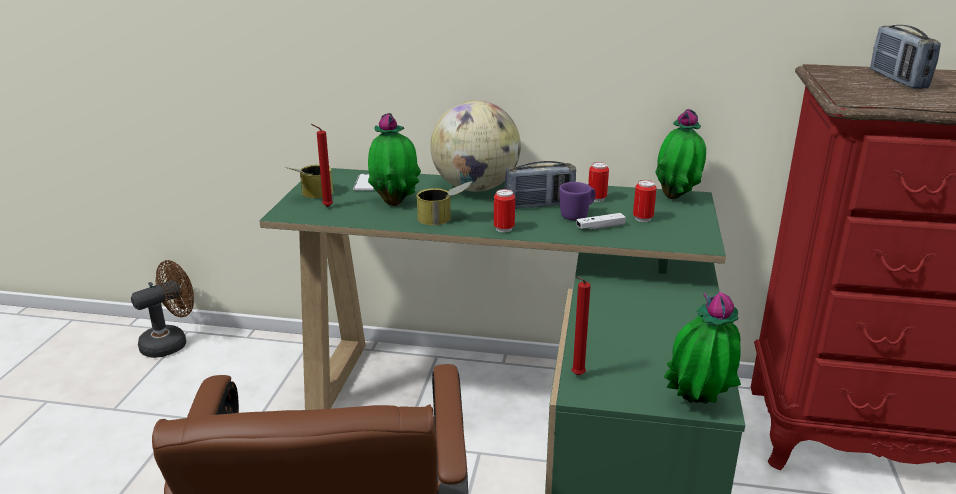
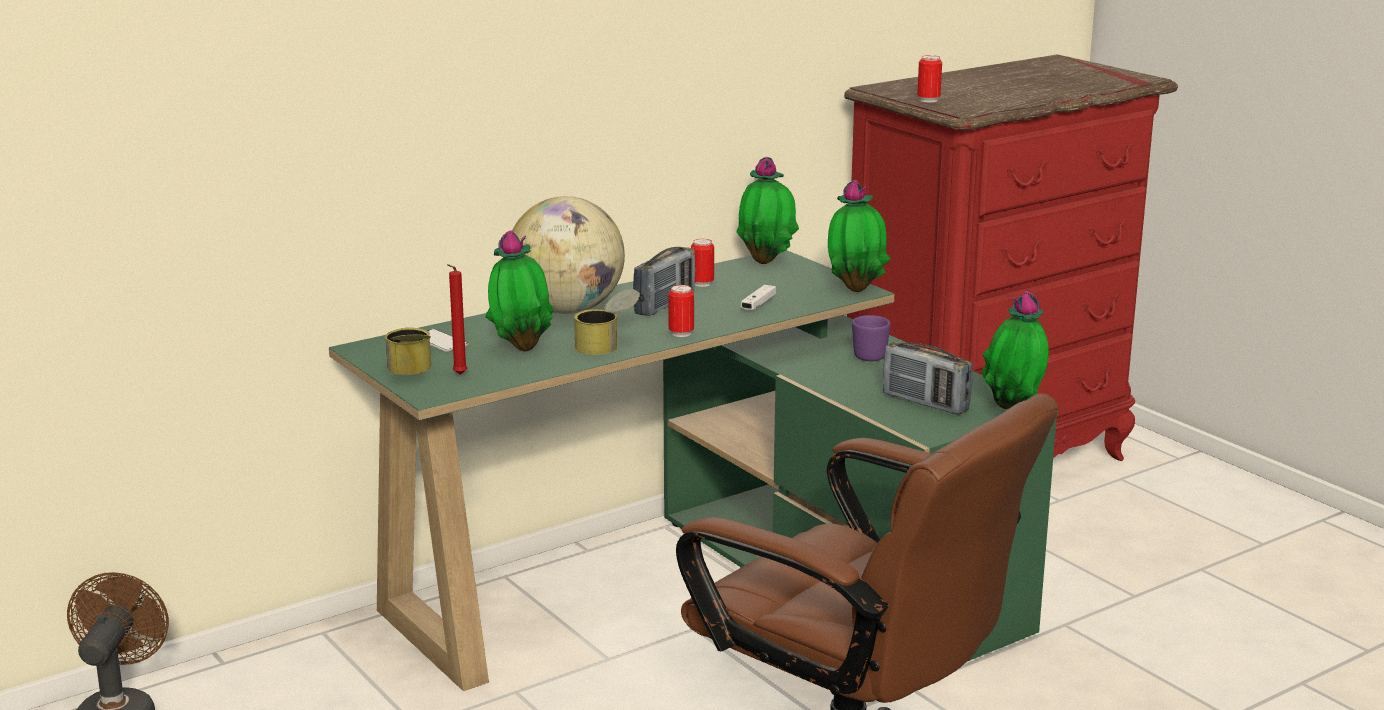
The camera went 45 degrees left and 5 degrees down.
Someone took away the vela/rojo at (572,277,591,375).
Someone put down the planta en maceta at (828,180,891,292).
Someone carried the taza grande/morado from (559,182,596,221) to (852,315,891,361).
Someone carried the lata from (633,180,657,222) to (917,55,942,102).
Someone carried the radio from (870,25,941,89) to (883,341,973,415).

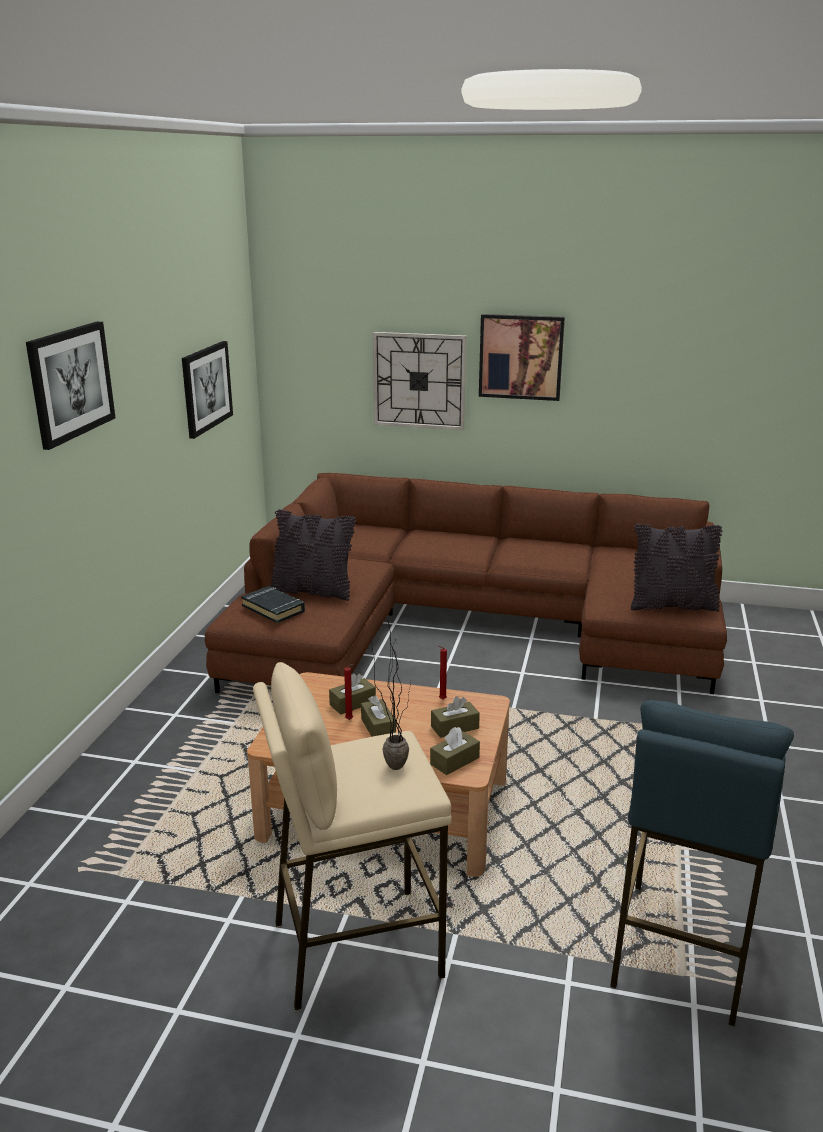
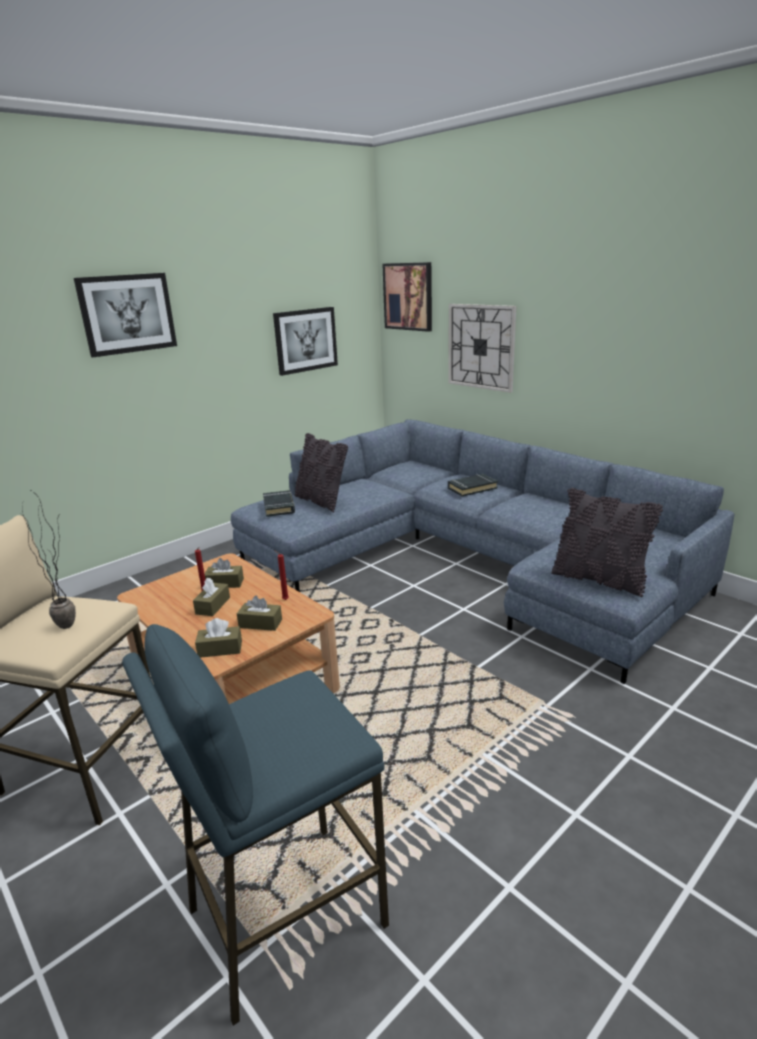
The camera went 35 degrees right and 0 degrees up.
Someone put down the libro/negro at (448,474,498,496).
Someone carried the cuadro from (479,314,565,401) to (382,262,432,332).
Someone repainted the sofá/marrón at (205,473,727,694), which became the sofá/azul at (231,419,734,684).

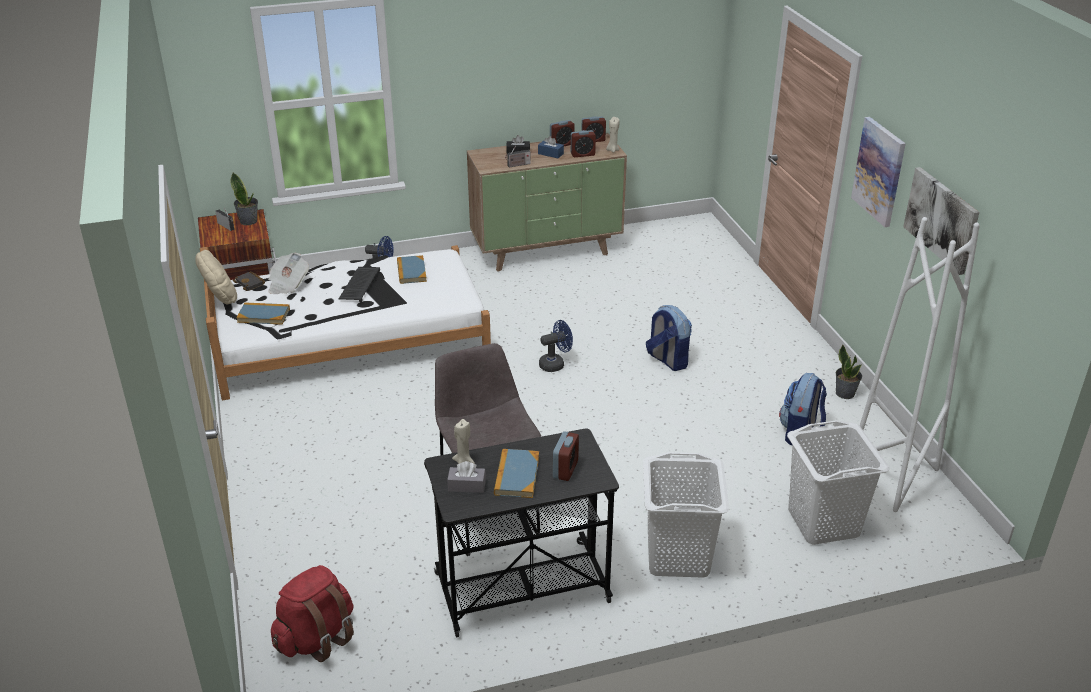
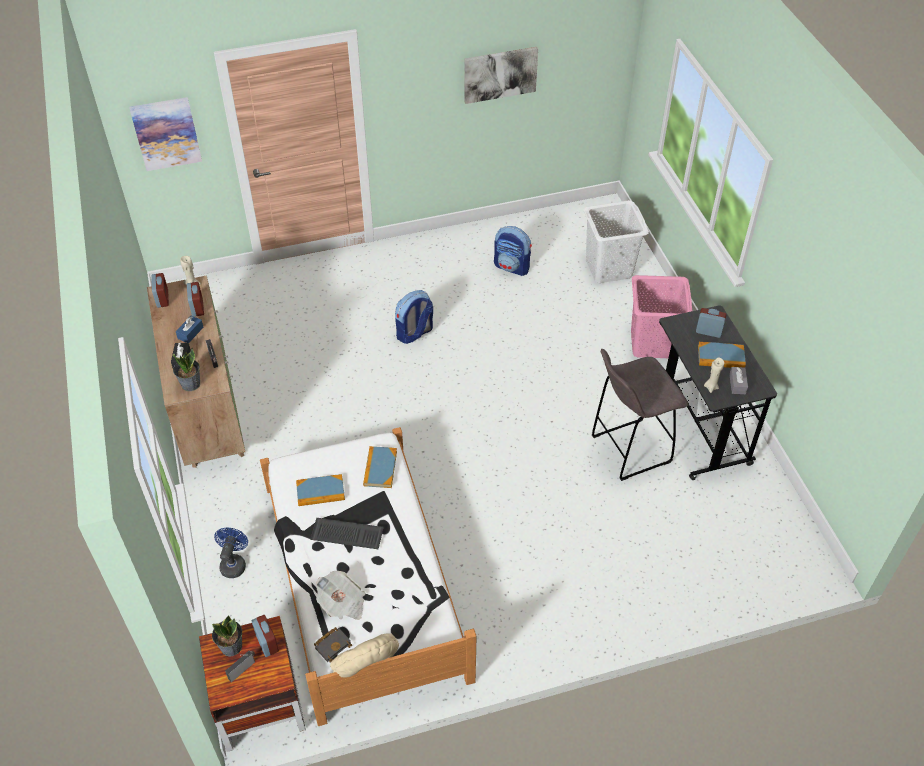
The camera went 90 degrees left and 15 degrees up.
Someone took away the mochila/rojo at (271,565,354,662).
Someone took away the ventilador/azul at (539,320,573,372).
Someone took away the perchero/blanco at (860,217,980,512).
Someone carried the libro from (236,303,290,325) to (363,446,397,488).
Someone carried the despertador from (550,120,575,146) to (252,615,279,657).
Someone carried the planta en maceta from (836,344,862,399) to (173,347,200,391).
Someone carried the cuadro from (851,117,906,227) to (129,97,202,171).
Someone repainted the cesto de la ropa/blanco at (643,452,729,578), which became the cesto de la ropa/rosa at (631,275,692,358).

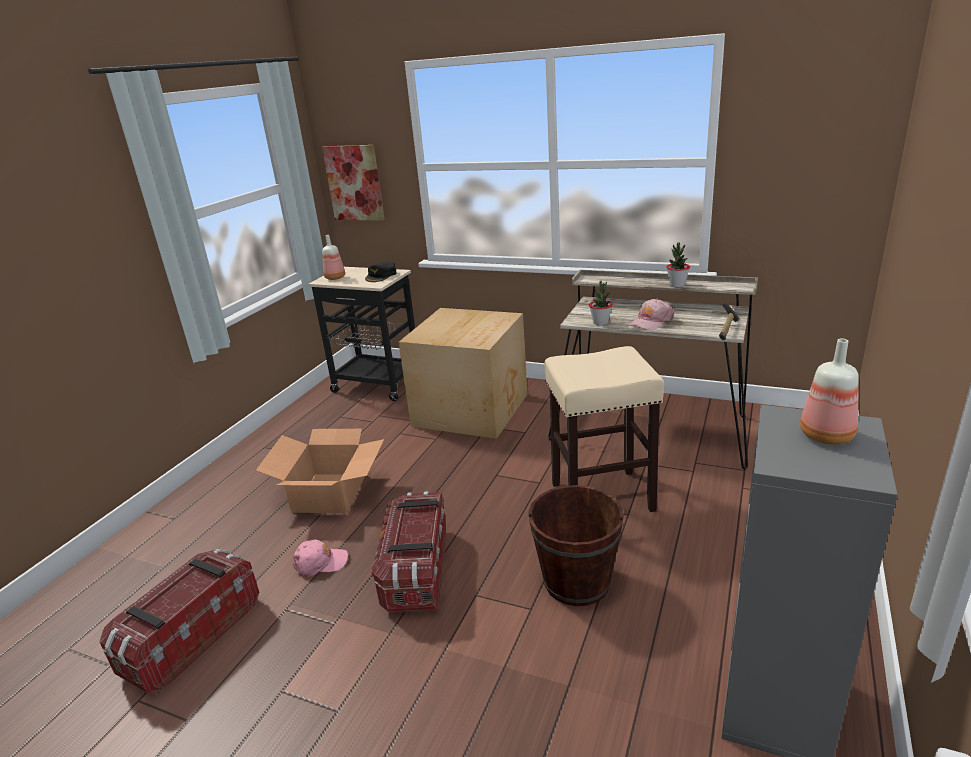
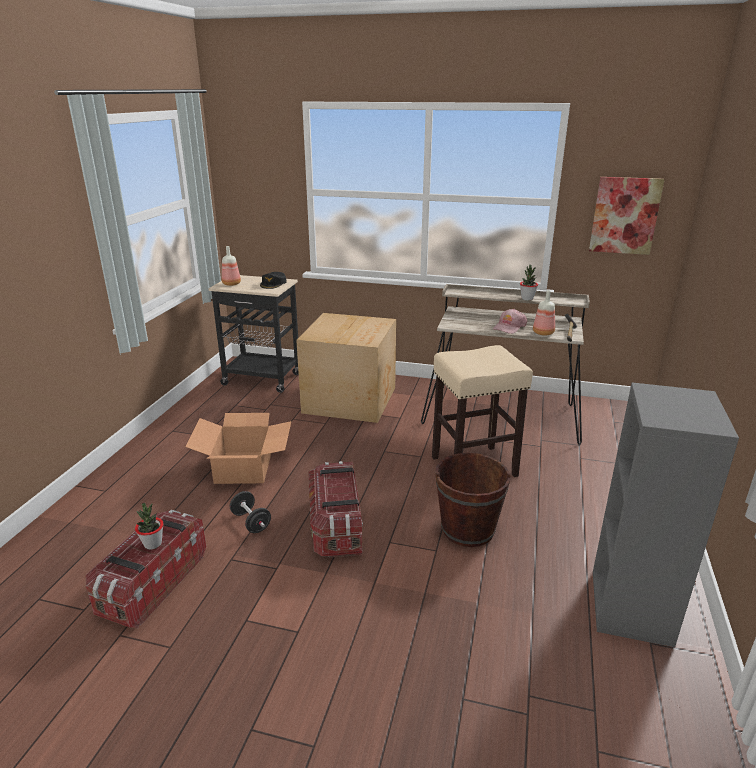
The camera went 10 degrees left and 0 degrees up.
Someone carried the cuadro from (322,145,385,221) to (589,177,665,255).
Someone carried the planta en maceta from (589,281,613,326) to (135,503,164,550).
Someone carried the botella from (800,339,859,445) to (533,290,555,336).
Someone swapped the gorra/rosa at (293,540,348,576) for the mancuerna/negro at (230,491,271,533).

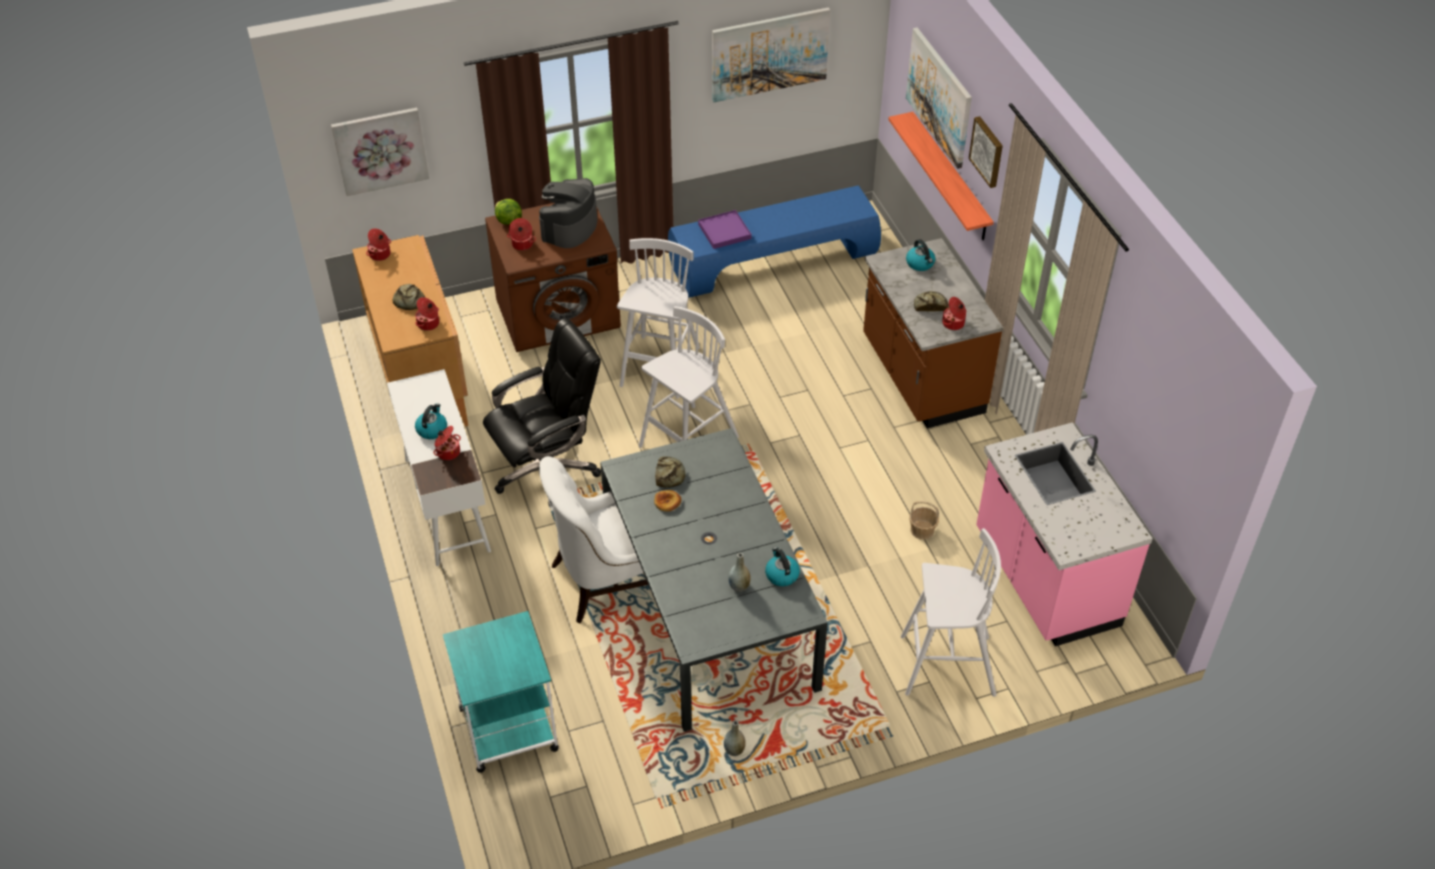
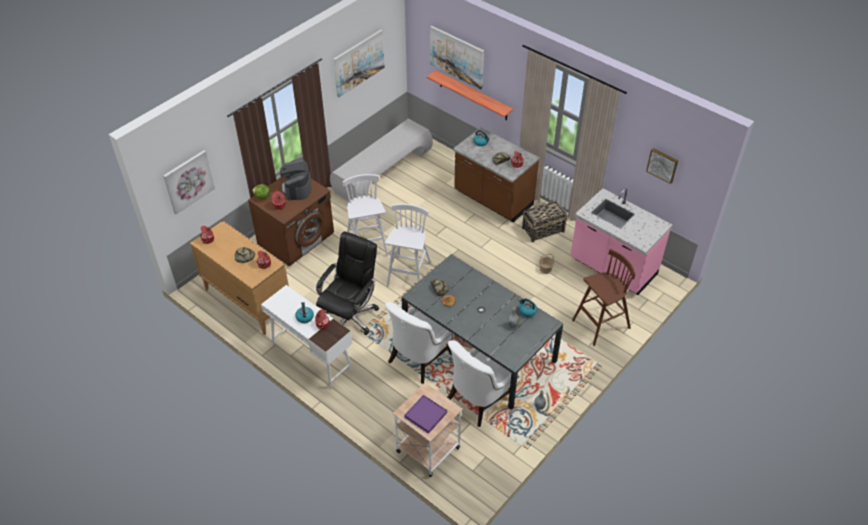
The camera went 30 degrees left and 0 degrees up.
Someone put down the silla/blanco at (447,340,512,427).
Someone put down the cesta at (522,201,568,242).
Someone carried the bandeja/morado from (698,210,751,249) to (405,395,447,434).
Someone carried the cuadro from (969,116,1003,188) to (646,148,678,184).
Someone repainted the carrito/turquesa at (442,611,559,773), which became the carrito/beis at (393,382,463,477).
Someone repainted the banco/azul at (668,186,881,298), which became the banco/gris at (330,119,433,201).
Someone repainted the taburete/blanco at (901,528,1001,697), which became the taburete/marrón at (572,249,635,346).

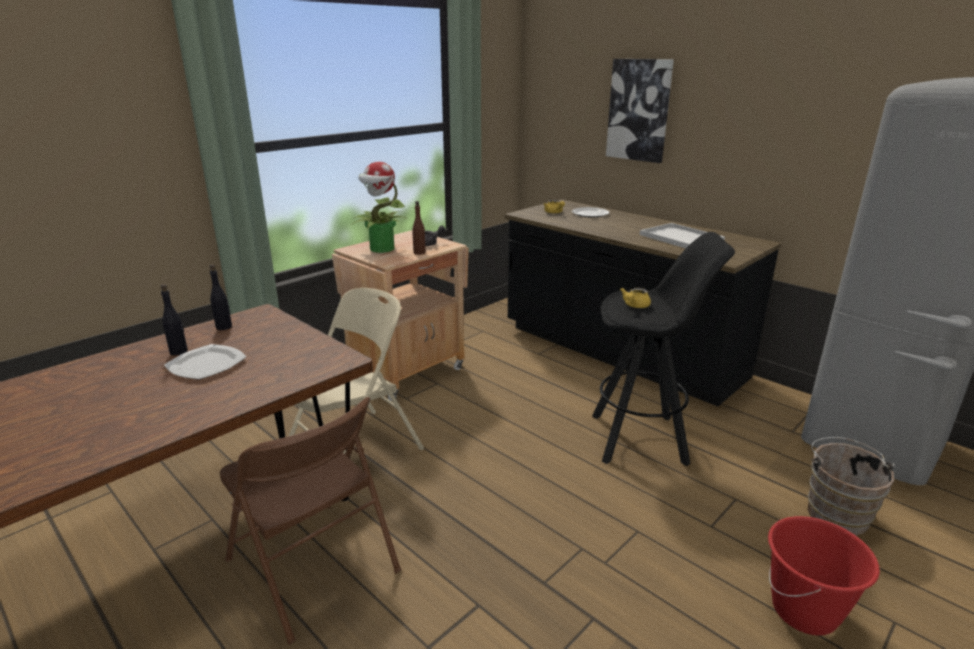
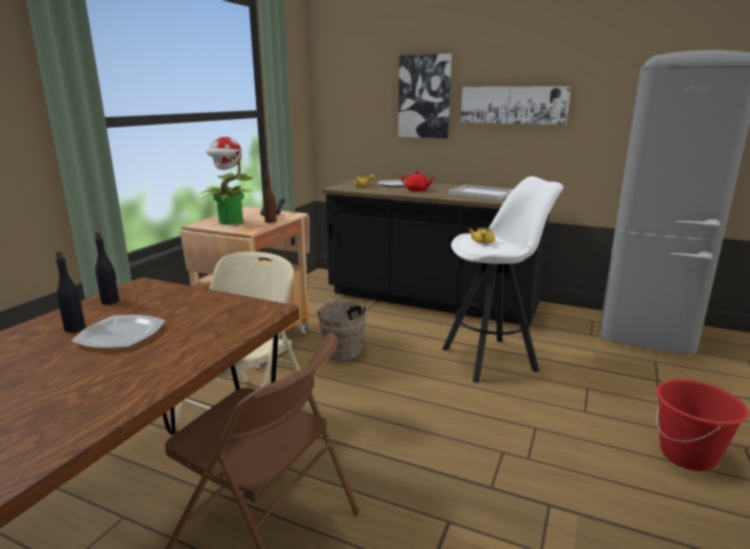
The camera went 20 degrees left and 5 degrees down.
Someone put down the tetera/rojo at (401,171,435,191).
Someone put up the cuadro at (461,86,571,125).
Someone carried the cubo/marrón from (808,437,895,535) to (315,298,368,360).
Someone repainted the taburete/negro at (592,232,735,466), which became the taburete/blanco at (442,176,564,383).

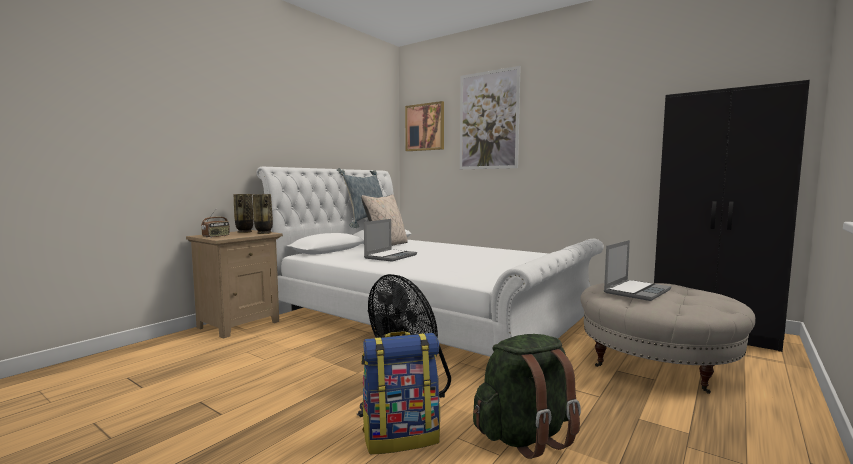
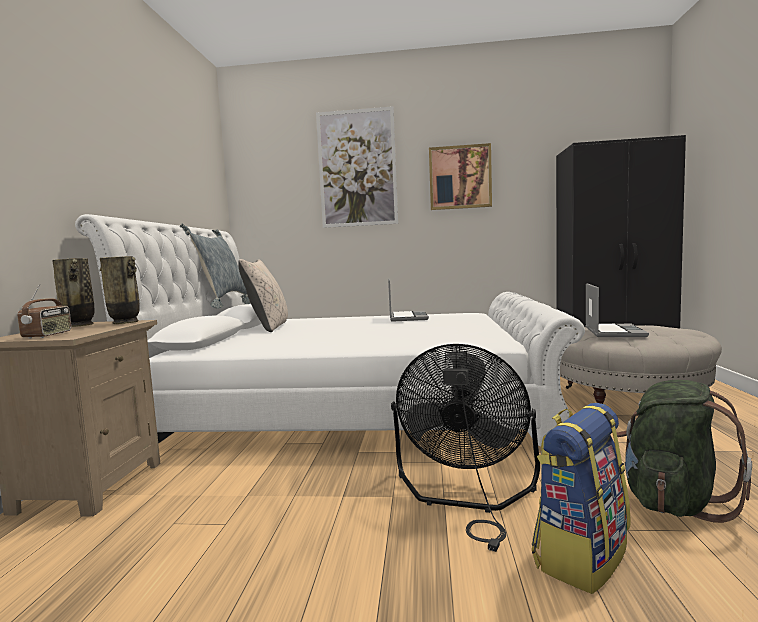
The camera went 30 degrees left and 0 degrees up.
Someone carried the portátil from (364,219,417,262) to (388,278,429,322).
Someone carried the cuadro from (405,101,444,151) to (429,143,492,210).

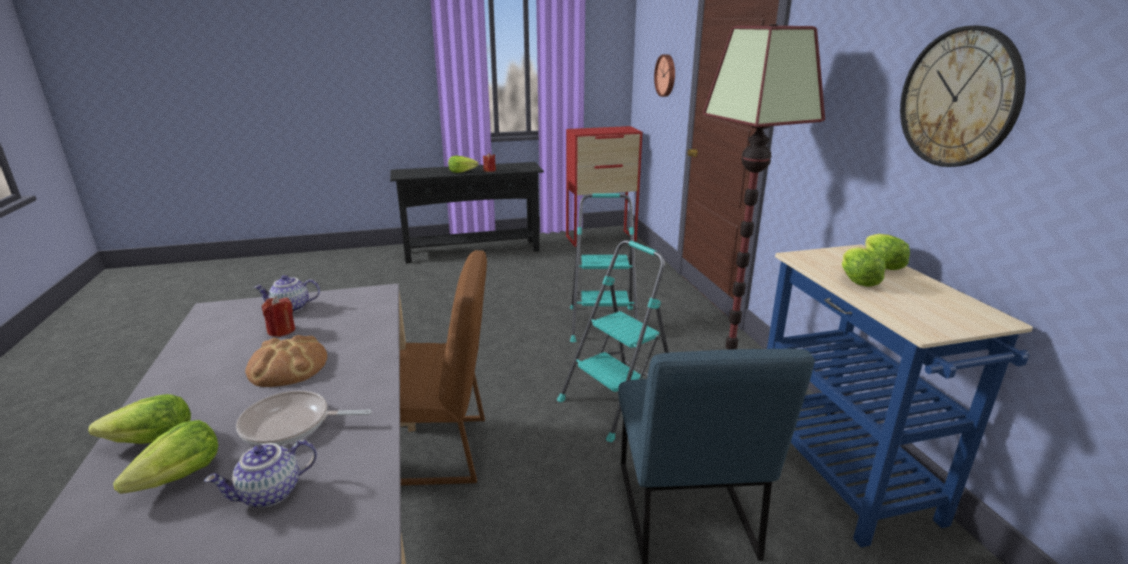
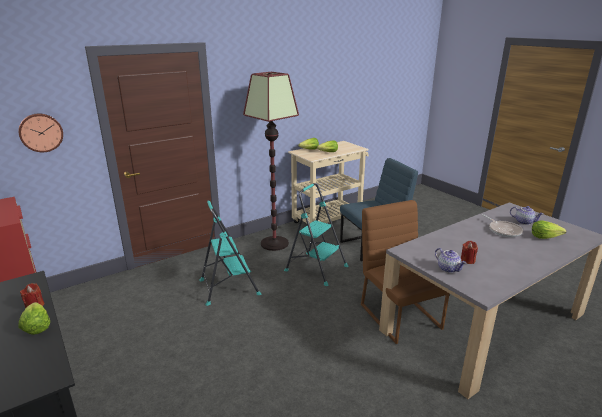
The camera went 110 degrees left and 0 degrees up.
Someone took away the lechuga at (88,394,191,444).
Someone took away the pan at (245,335,327,387).
Someone took away the reloj de pared at (900,26,1026,167).
Someone repainted the carrito/azul at (767,245,1033,548), which became the carrito/beis at (288,141,369,224).

